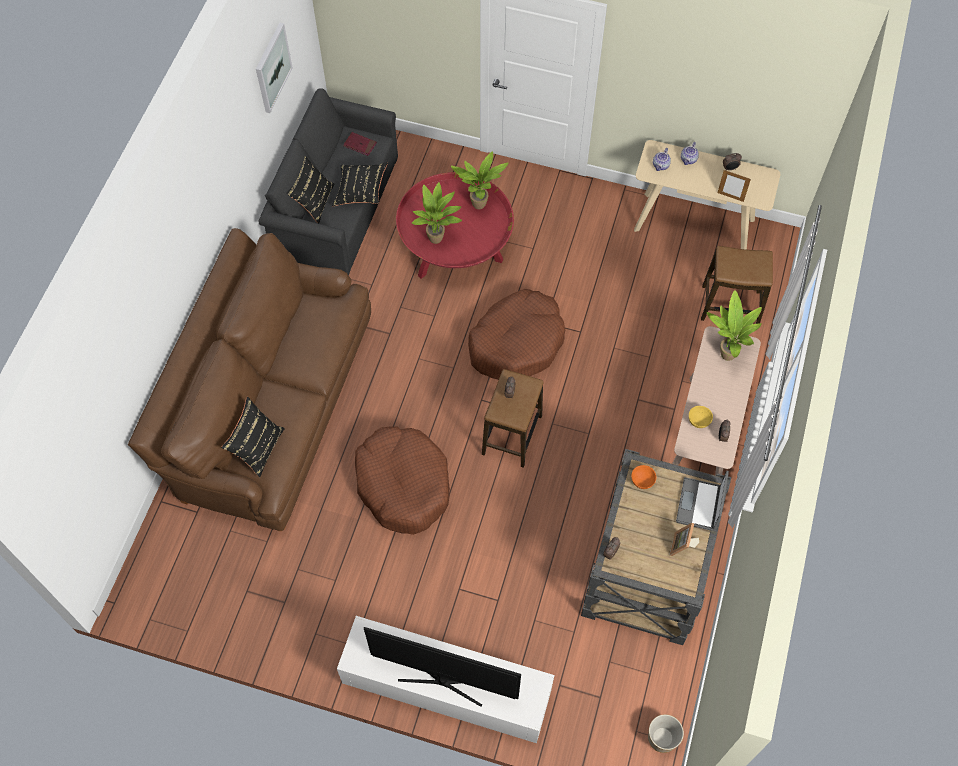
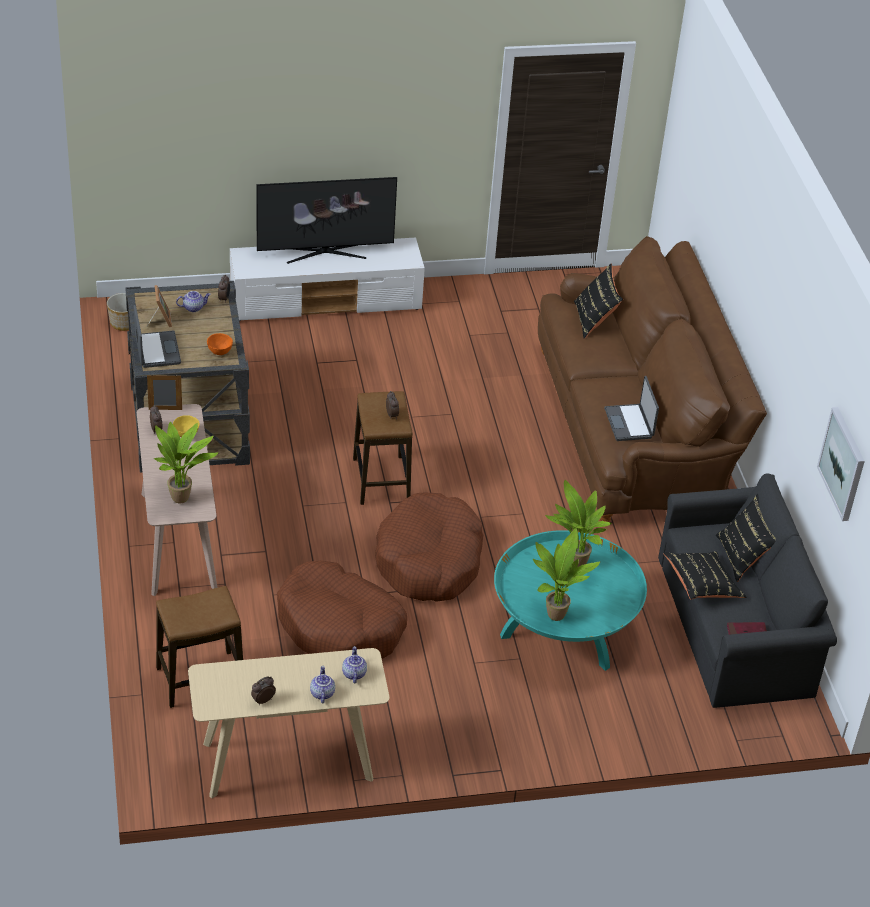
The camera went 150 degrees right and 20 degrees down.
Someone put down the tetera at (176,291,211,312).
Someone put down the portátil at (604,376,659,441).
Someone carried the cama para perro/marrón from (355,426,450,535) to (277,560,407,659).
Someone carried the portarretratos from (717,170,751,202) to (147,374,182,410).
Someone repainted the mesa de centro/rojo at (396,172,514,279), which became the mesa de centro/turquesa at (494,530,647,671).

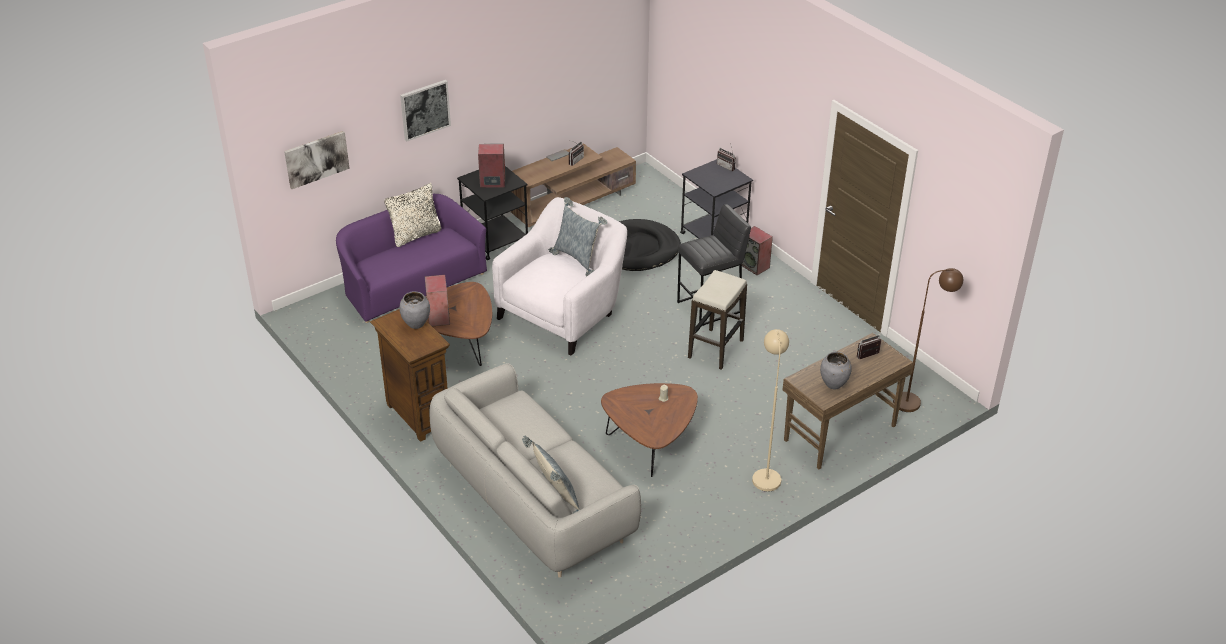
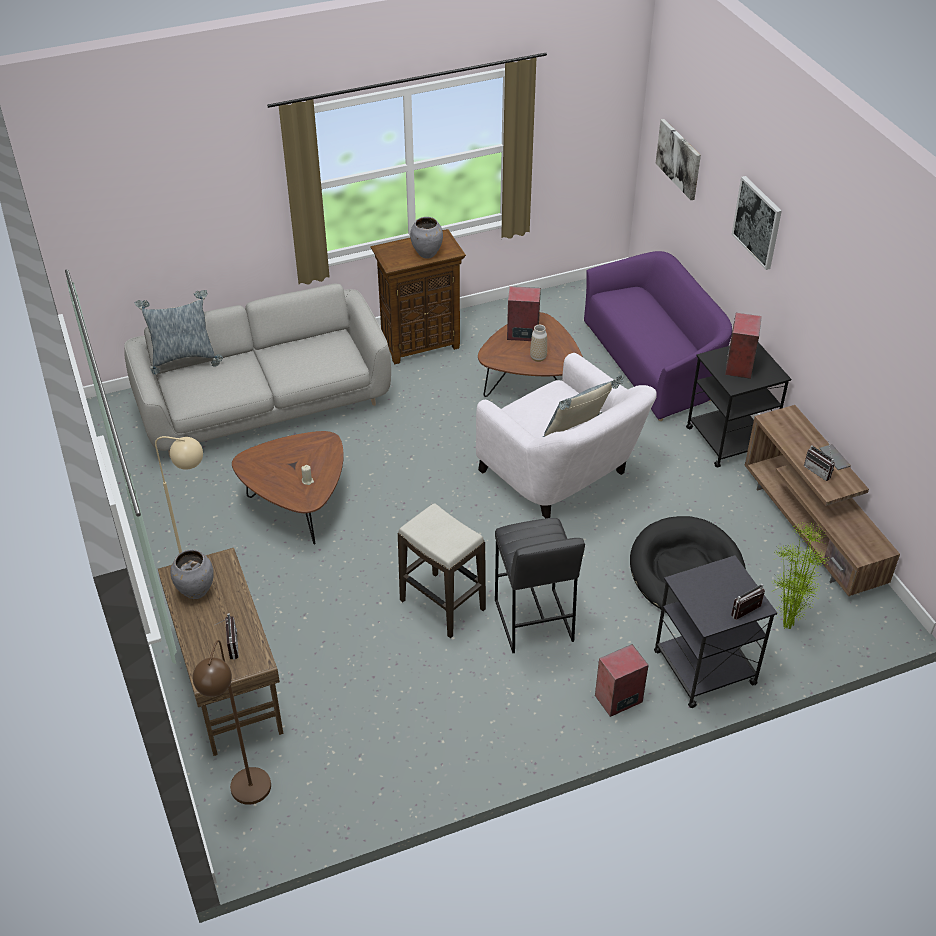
The camera went 105 degrees right and 5 degrees up.
Someone took away the cojín/beis at (384,183,441,247).
Someone put down the florero at (530,325,547,362).
Someone put down the planta en maceta at (771,523,829,629).

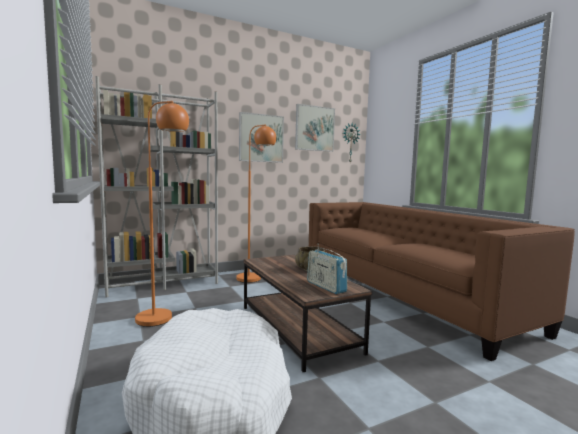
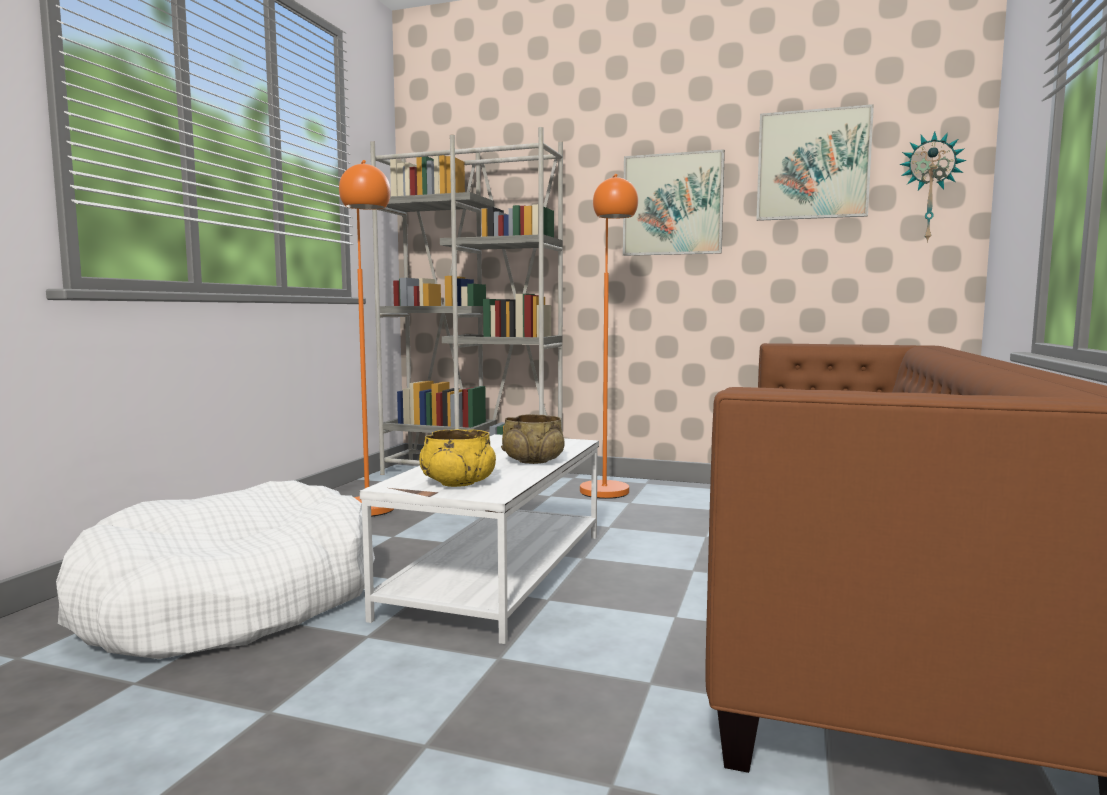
The camera went 45 degrees right and 0 degrees up.
Someone swapped the radio at (307,244,347,294) for the cuenco/amarillo at (419,429,496,487).
Someone repainted the mesa de centro/marrón at (244,255,372,372), which became the mesa de centro/blanco at (360,434,599,644).

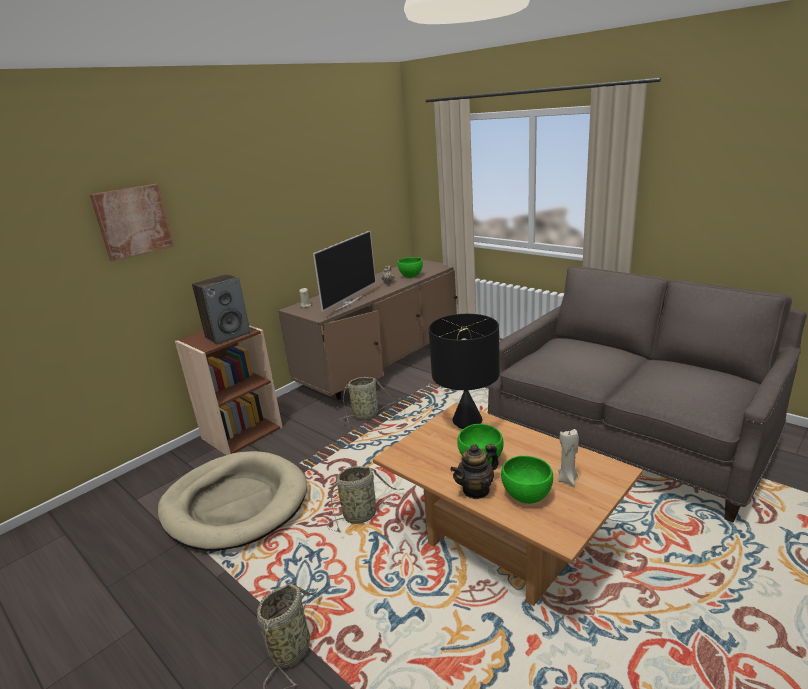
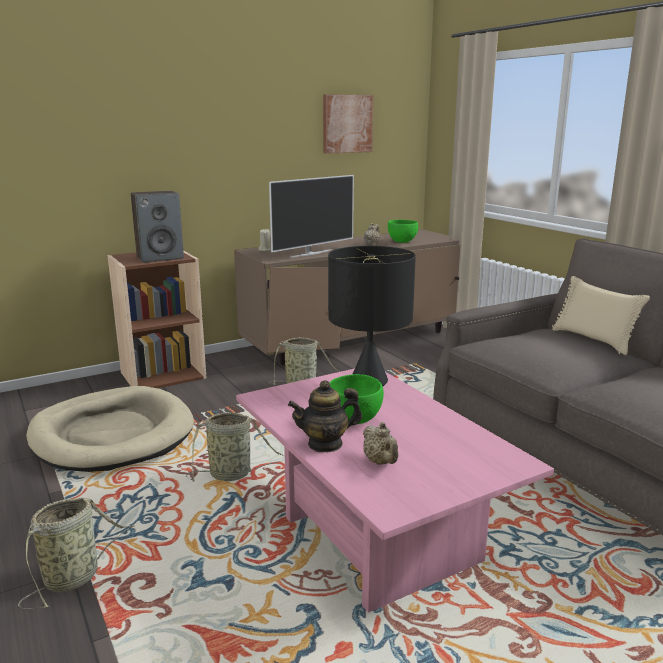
The camera went 15 degrees right and 5 degrees down.
Someone took away the vela/beis at (558,428,579,487).
Someone put down the cojín/beis at (552,276,650,355).
Someone carried the cuadro from (90,184,174,261) to (323,94,373,154).
Someone swapped the cuenco/verde at (501,456,553,504) for the tetera/beis at (363,422,398,465).
Someone repainted the mesa de centro/marrón at (373,402,643,606), which became the mesa de centro/rosa at (236,369,554,613).

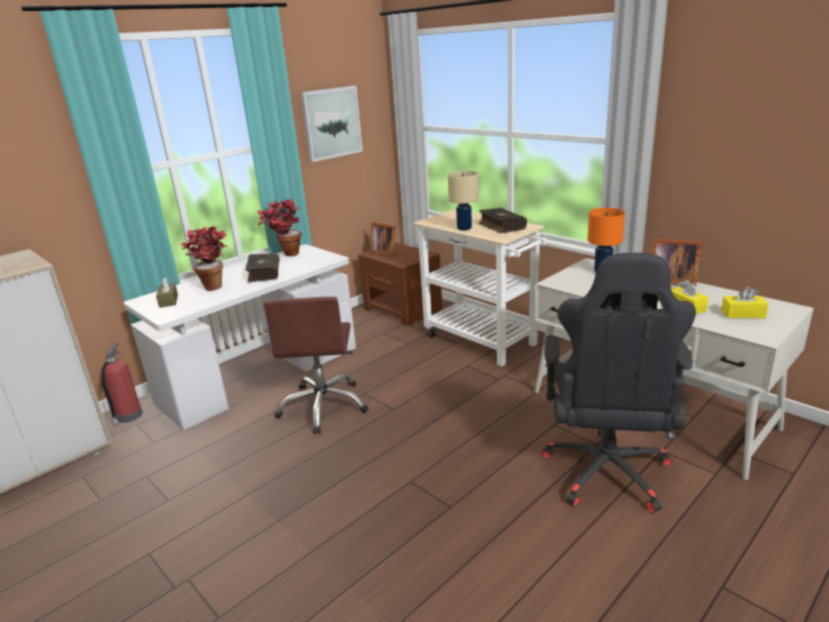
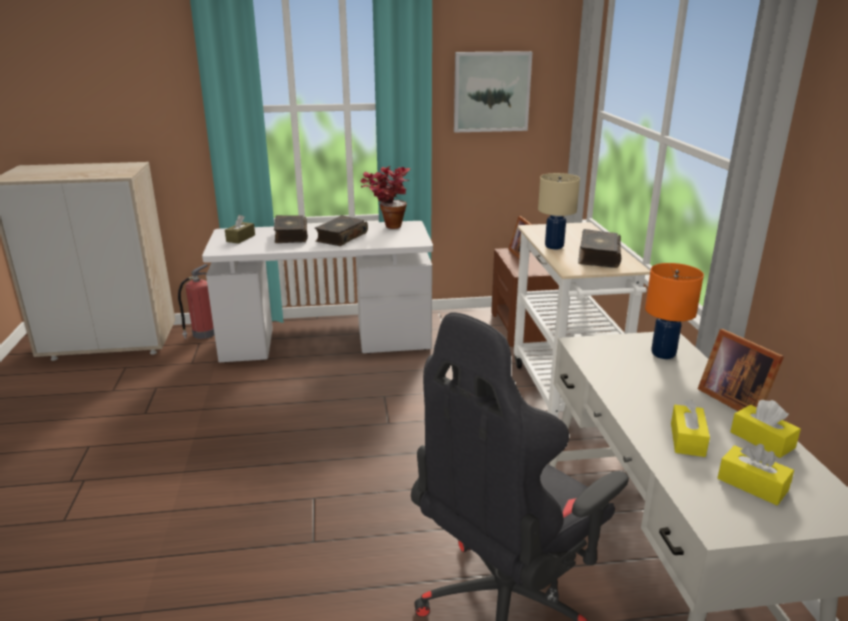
The camera went 35 degrees right and 0 degrees up.
Someone took away the silla de oficina/marrón at (263,297,369,434).
Someone put down the caja de pañuelos/amarillo at (730,400,801,458).
Someone swapped the planta en maceta at (181,226,228,291) for the libro at (274,215,308,243).

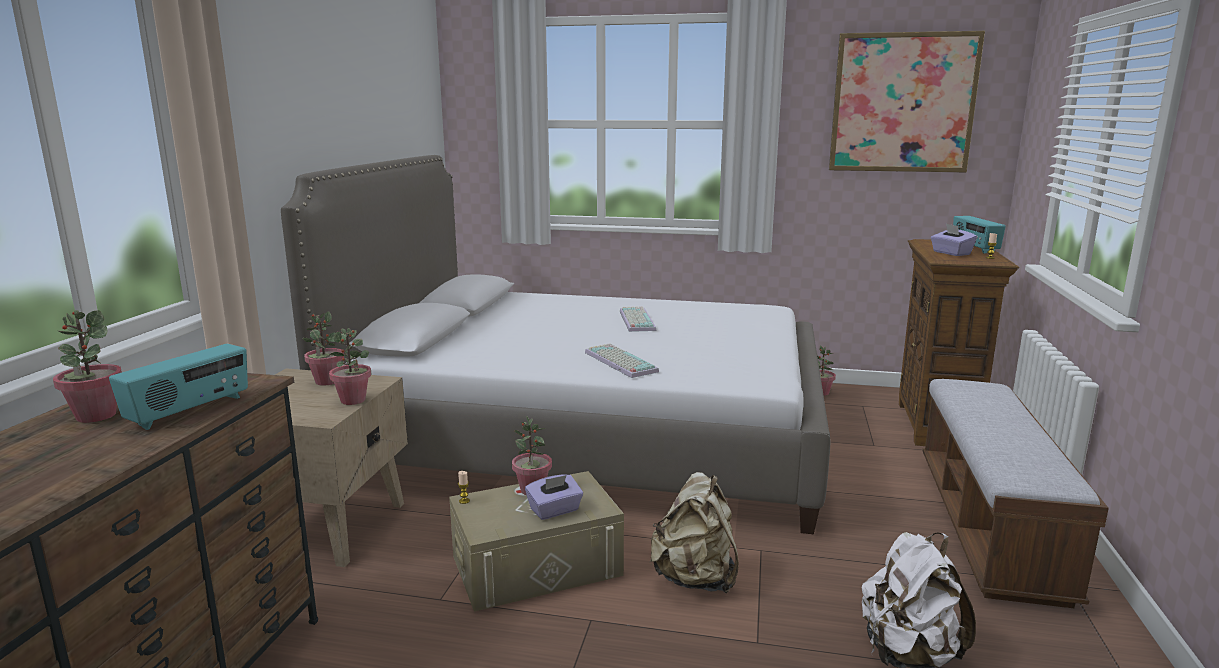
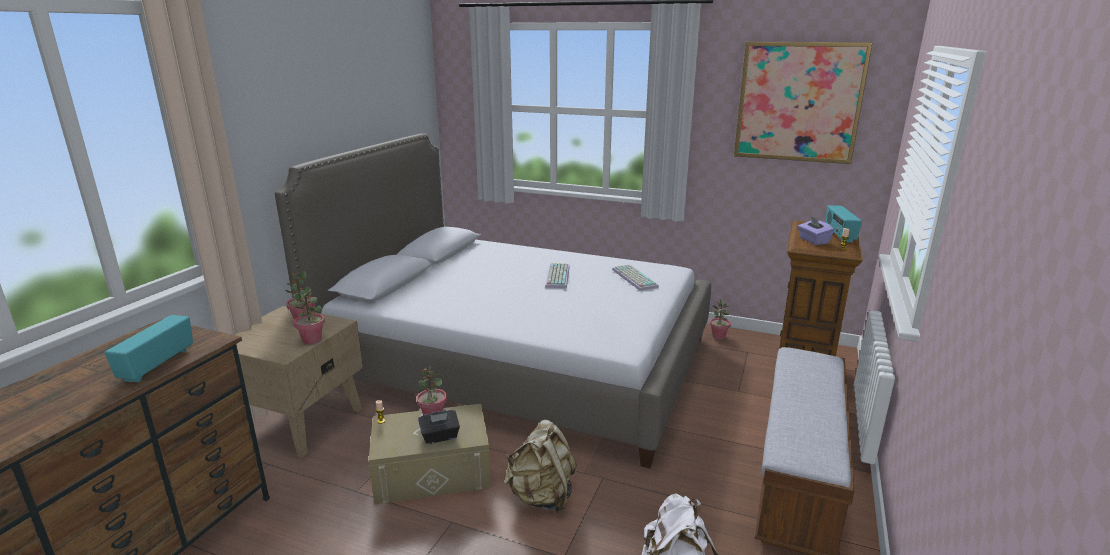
The camera went 10 degrees right and 5 degrees up.
Someone took away the planta en maceta at (53,310,122,423).
Someone carried the teclado from (585,343,659,378) to (612,264,659,291).
Someone repainted the caja de pañuelos/morado at (525,474,583,520), which became the caja de pañuelos/negro at (418,410,460,444).
Someone rotated the radio at (109,344,248,430) by 150 degrees clockwise.

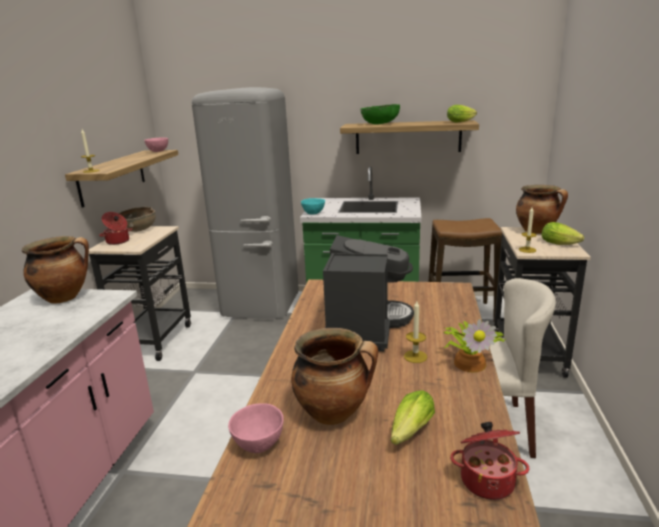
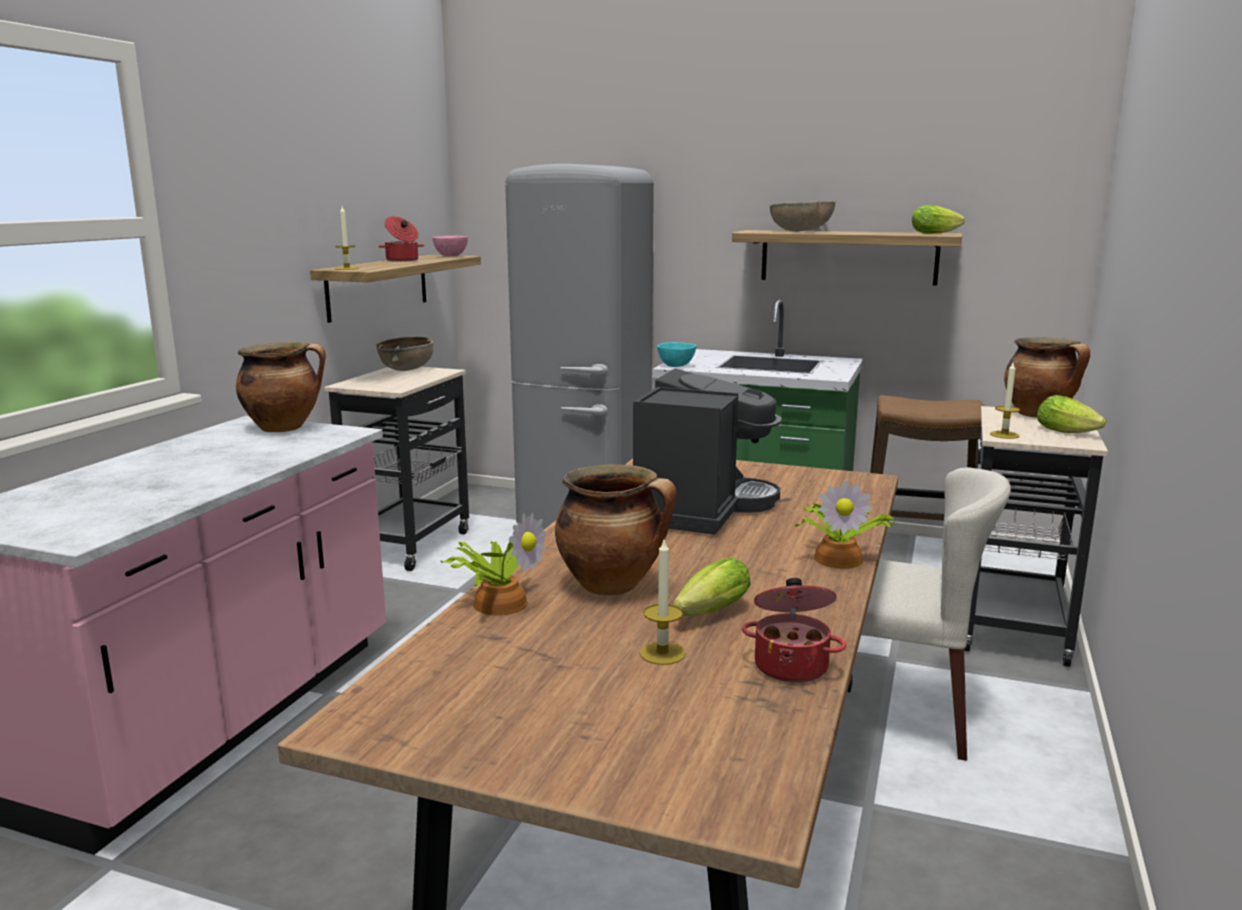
The camera went 10 degrees right and 5 degrees down.
Someone carried the olla from (99,212,132,245) to (379,216,424,262).
Someone carried the vela from (404,301,427,363) to (640,540,686,665).
Someone swapped the cuenco/rosa at (228,403,284,453) for the planta en maceta at (440,513,546,616).
Someone repainted the cuenco/verde at (361,104,400,125), which became the cuenco/marrón at (770,201,835,232).

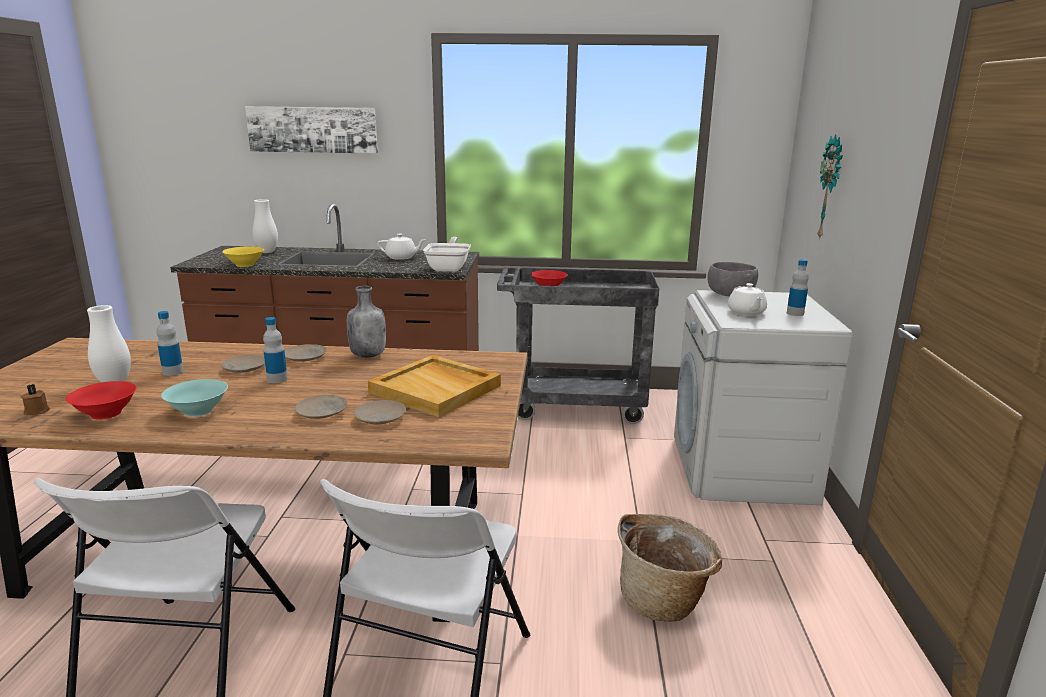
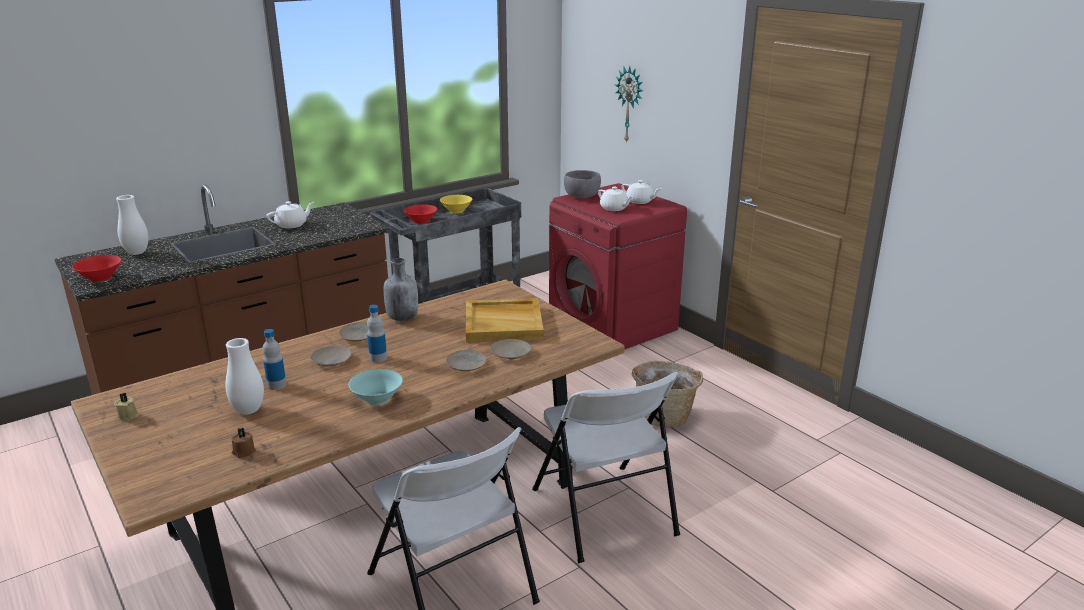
The camera went 40 degrees left and 5 degrees up.
Someone took away the cuadro at (245,106,378,154).
Someone took away the sartén at (423,237,471,272).
Someone put down the vela/beis at (114,393,138,421).
Someone carried the cuenco/rojo from (66,381,137,420) to (72,255,122,282).
Someone carried the cuenco/amarillo from (222,246,264,267) to (440,195,472,213).
Someone swapped the botella at (787,259,809,316) for the tetera/blanco at (622,180,661,204).
Someone repainted the lavadora/blanco at (674,290,853,505), which became the lavadora/rojo at (549,183,687,350).

